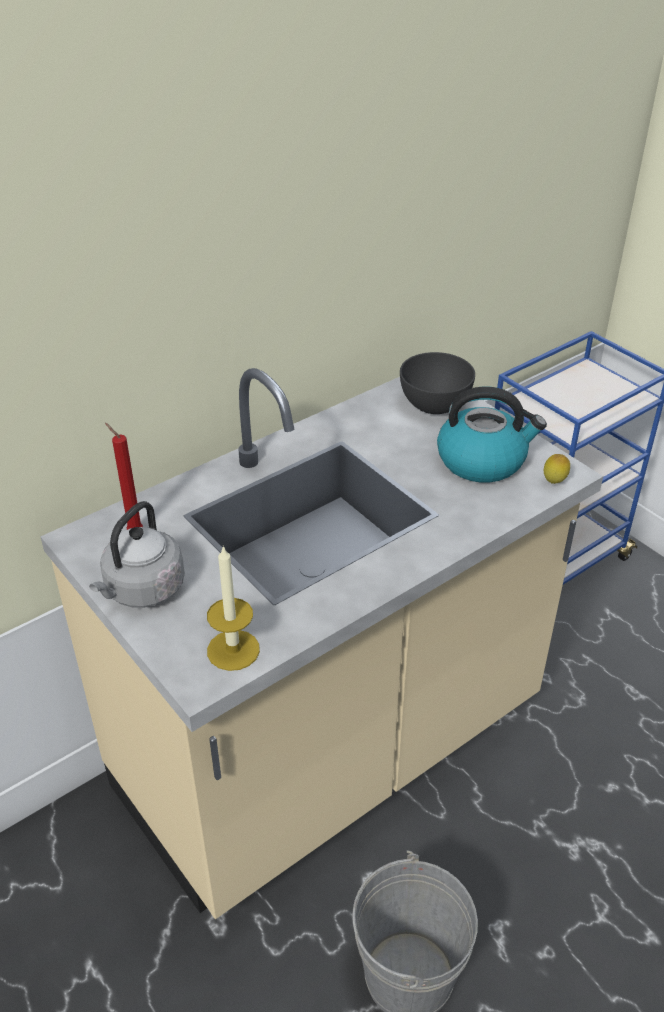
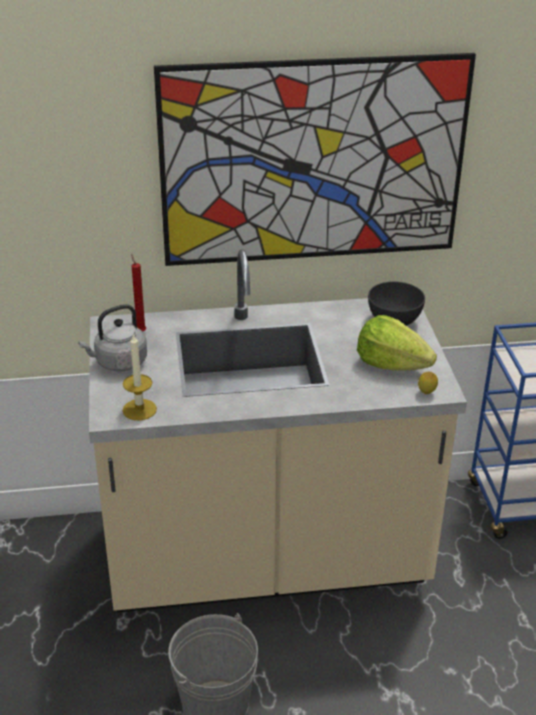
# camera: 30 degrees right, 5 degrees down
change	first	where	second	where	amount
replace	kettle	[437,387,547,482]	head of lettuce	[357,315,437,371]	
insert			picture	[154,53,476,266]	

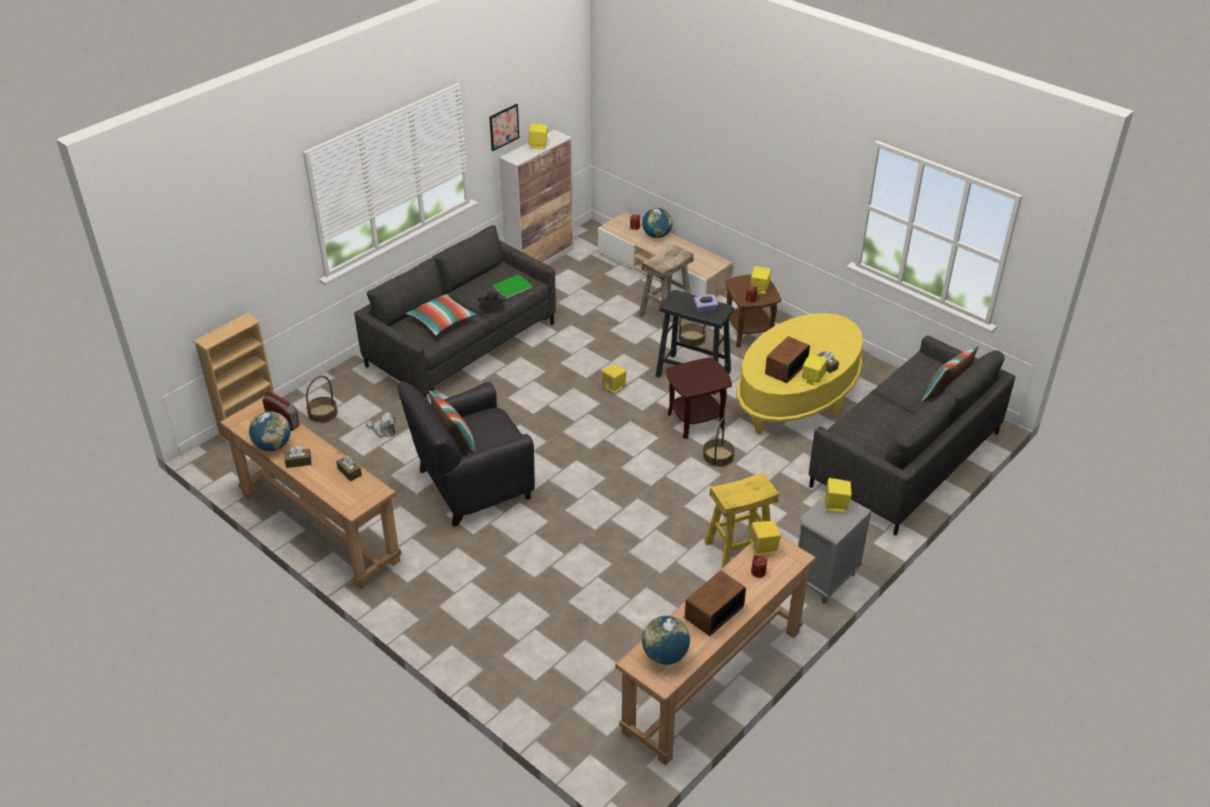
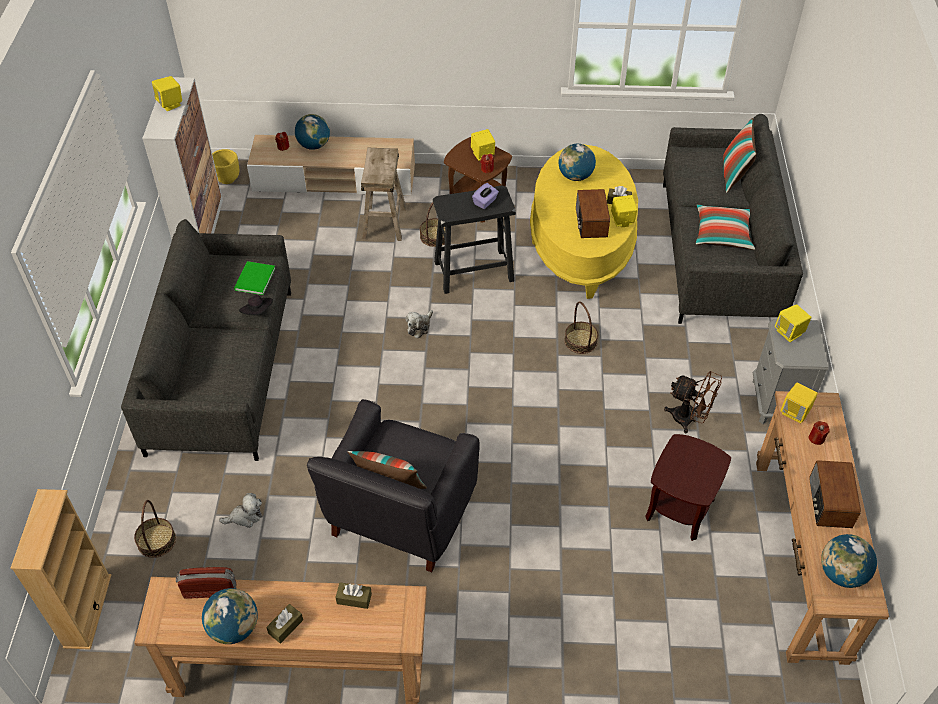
# camera: 40 degrees left, 10 degrees up
change	first	where	second	where	amount
delete	picture	[489,104,519,151]			
move	cushion	[406,294,477,336]		[696,204,755,250]	
move	brown end table	[666,358,732,439]		[645,434,731,541]	
replace	yellow speaker	[601,364,626,394]	cuddly toy	[406,310,433,338]	
replace	yellow stool	[705,472,779,569]	brown electric fan	[664,371,722,434]	
insert			world globe	[559,144,596,181]	
insert			yellow plant pot	[212,149,239,184]	

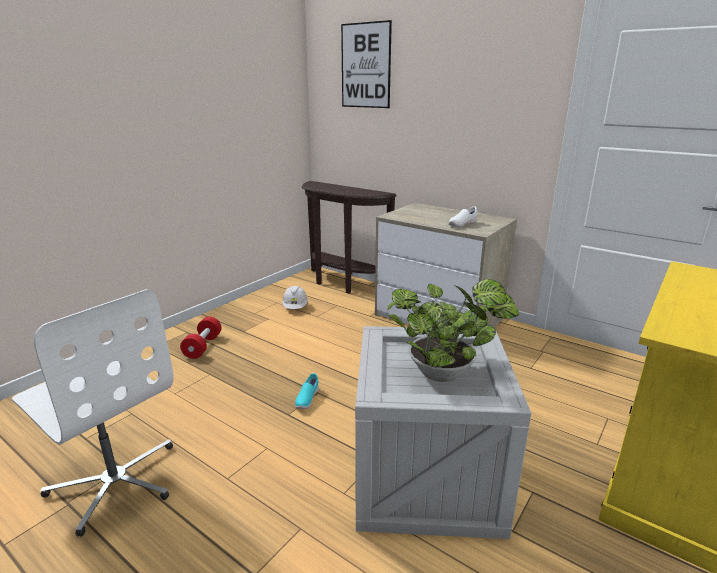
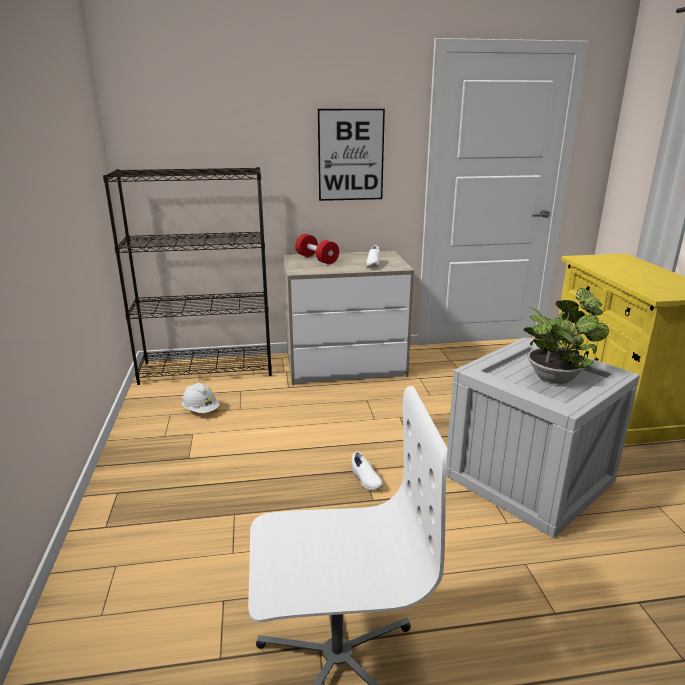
# camera: 45 degrees left, 0 degrees up
change	first	where	second	where	amount
move	picture	[341,20,392,108]		[318,109,385,201]	
replace	brown console table	[302,181,397,293]	black bookcase	[103,167,272,385]	
move	red hand weight	[180,317,222,359]		[295,234,339,264]	
recolor	blue-green item of footwear	[295,373,319,409]	whitish item of footwear	[352,451,383,491]	

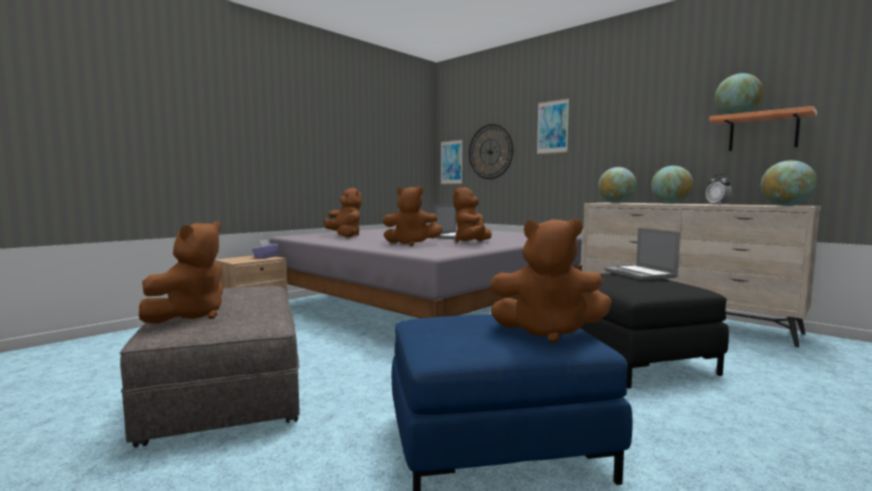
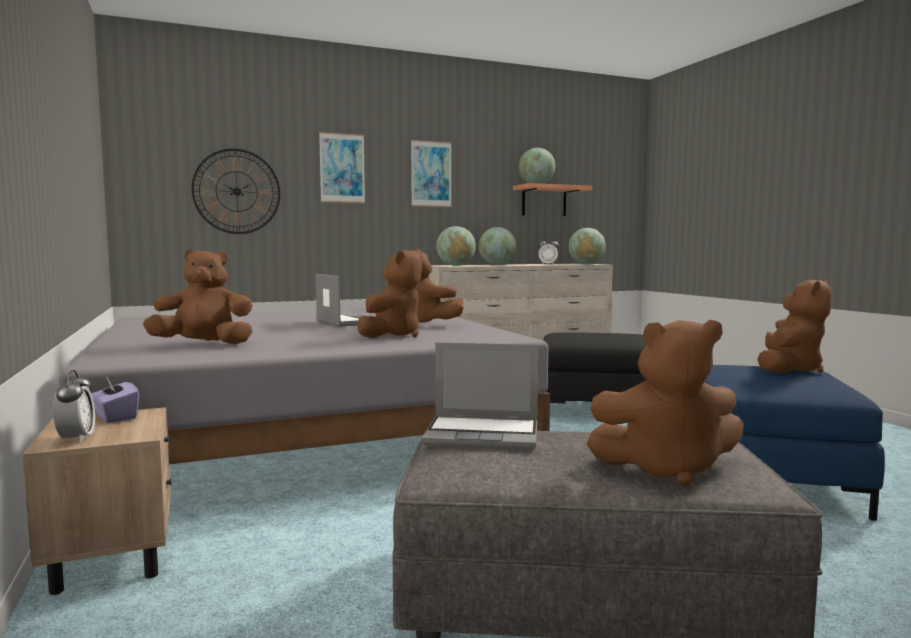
# camera: 65 degrees left, 0 degrees up
change	first	where	second	where	amount
move	picture	[441,140,463,184]		[411,140,451,207]	
rotate	brown cuddly toy	[139,221,223,324]		[587,320,744,486]	135 degrees clockwise
move	notebook computer	[604,228,680,280]		[421,342,538,450]	
insert			bedside clock	[53,370,95,443]	

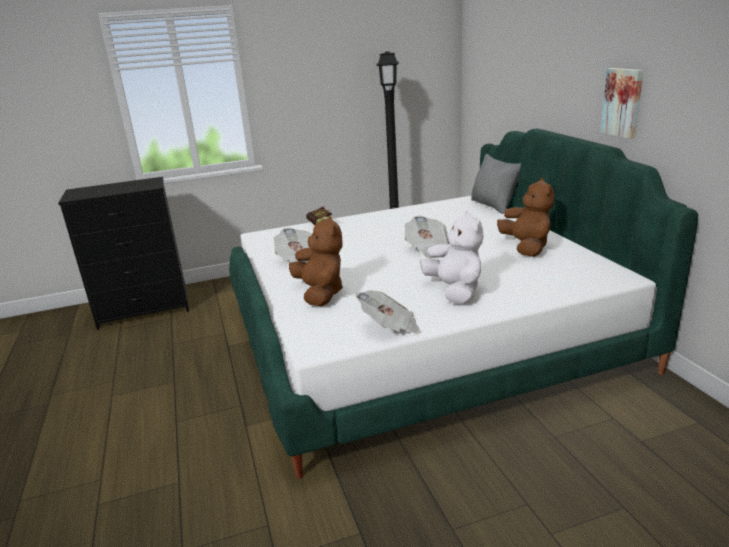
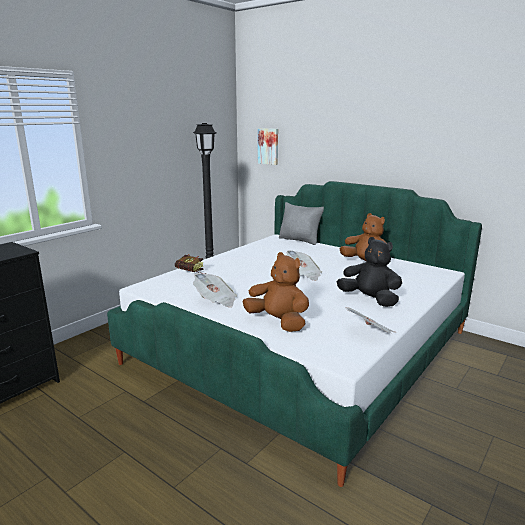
# camera: 35 degrees left, 5 degrees down
change	first	where	second	where	amount
move	picture	[601,68,644,139]		[258,128,278,165]	
recolor	whitish cuddly toy	[420,211,484,304]	black cuddly toy	[337,237,402,307]	

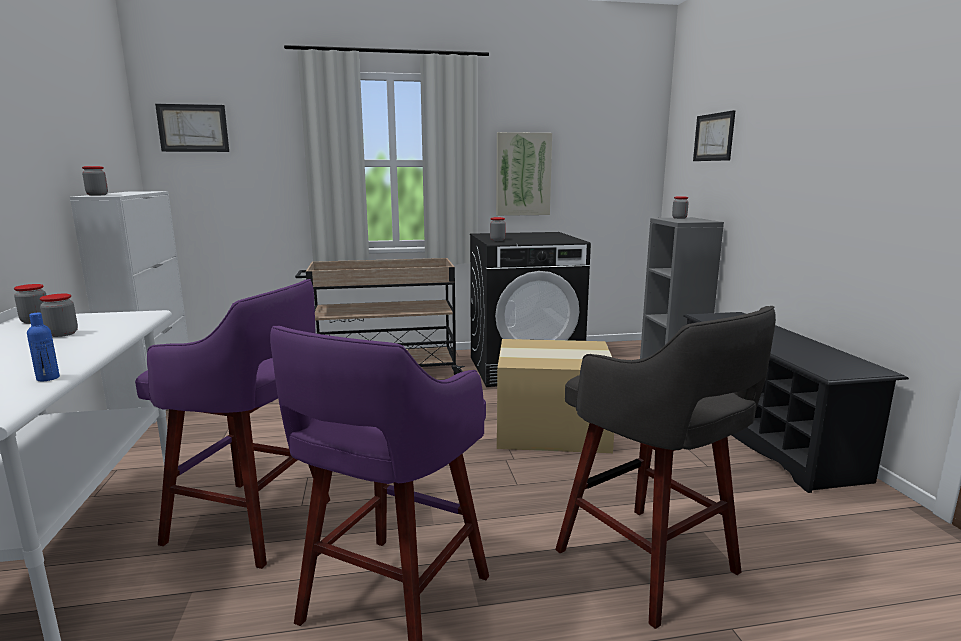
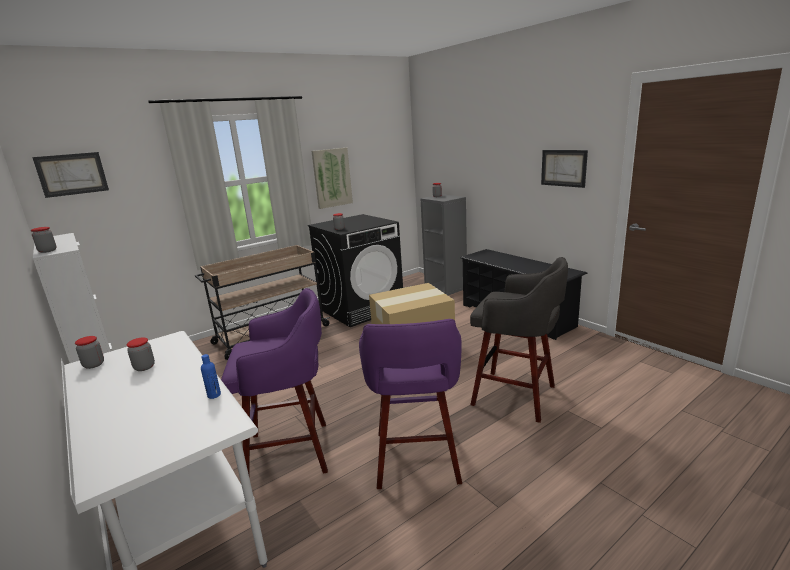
# camera: 25 degrees left, 5 degrees up
change	first	where	second	where	amount
move	picture	[693,110,736,161]		[541,150,588,188]	

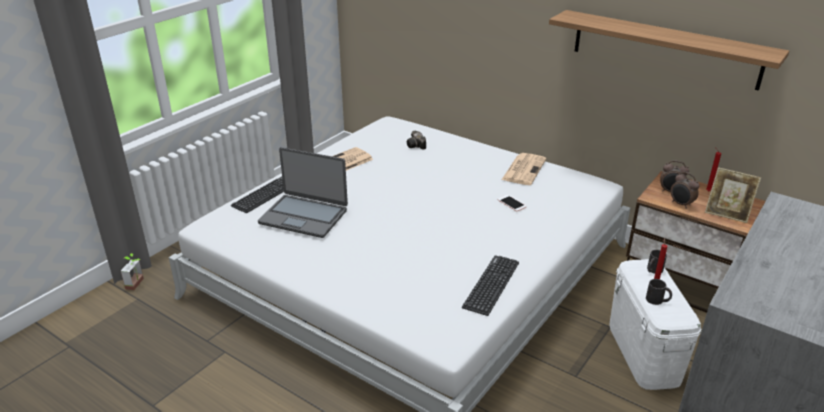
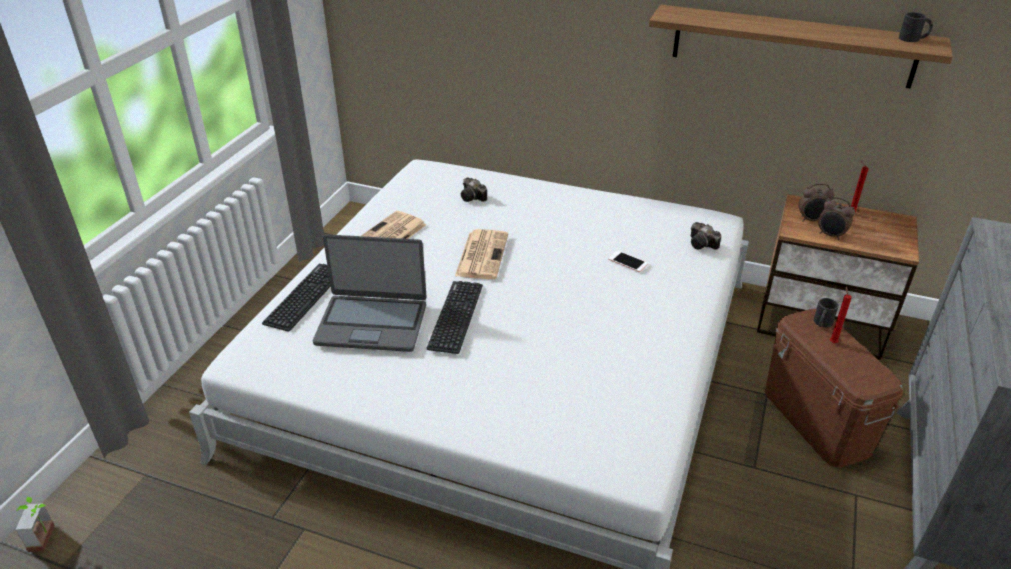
# camera: 15 degrees left, 5 degrees up
change	first	where	second	where	amount
move	printed paper	[502,153,546,185]		[455,229,508,279]	
delete	picture frame	[705,167,761,223]			
move	houseplant	[121,253,144,290]		[16,497,55,552]	
move	keyboard	[462,255,519,316]		[427,281,483,354]	
recolor	whitish storage bin	[609,259,702,390]	brown storage bin	[765,309,903,468]	
move	black mug	[646,279,672,305]		[899,12,933,42]	
insert			still camera	[691,222,721,250]	

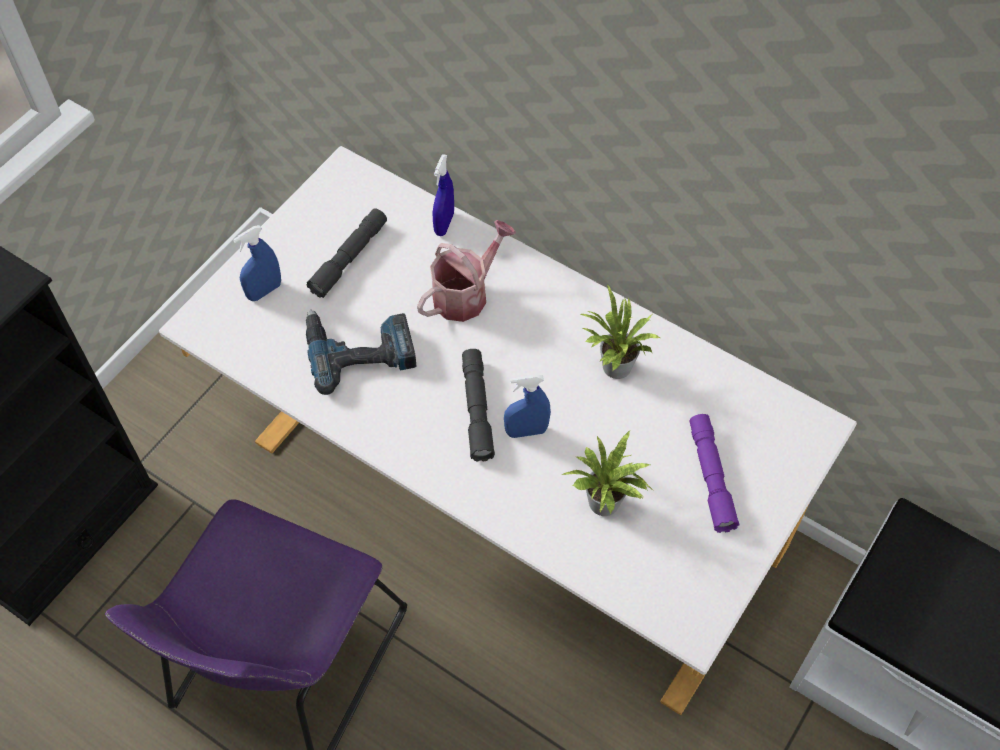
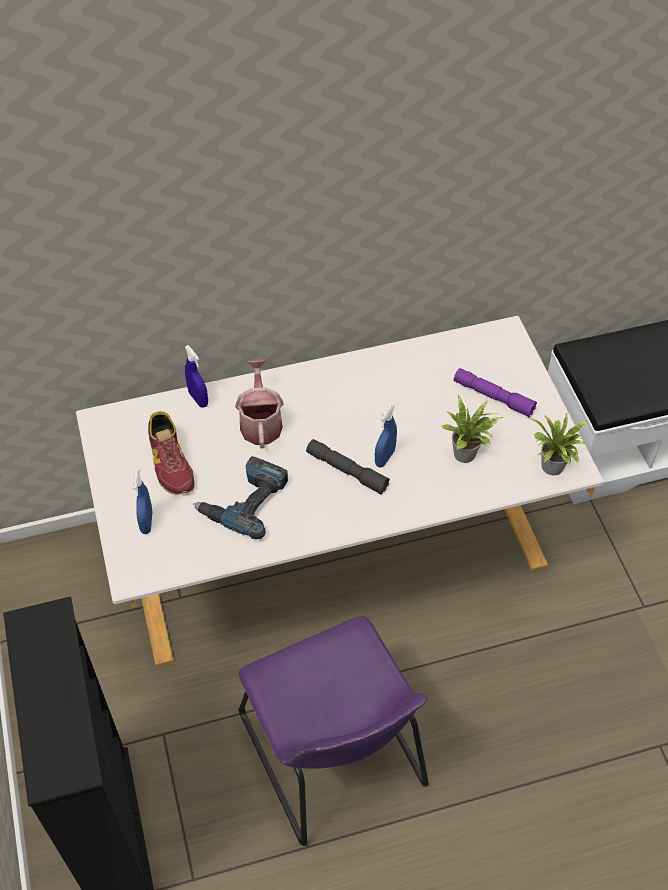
# camera: 50 degrees left, 5 degrees down
change	first	where	second	where	amount
replace	gray flashlight	[307,208,387,298]	item of footwear	[148,411,195,495]	
move	houseplant	[580,284,660,379]		[529,413,589,475]	

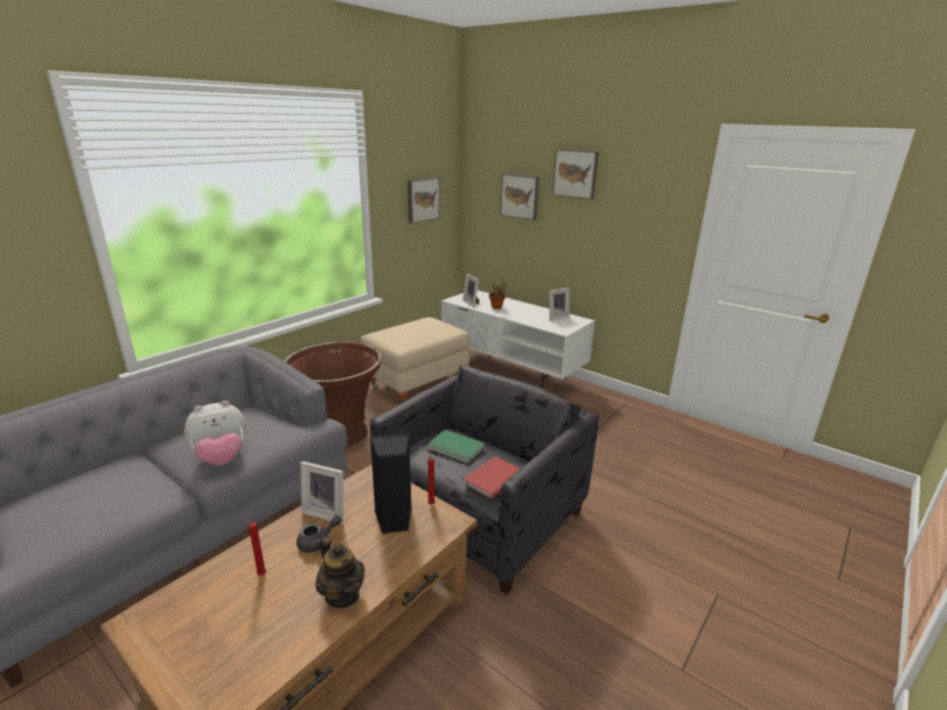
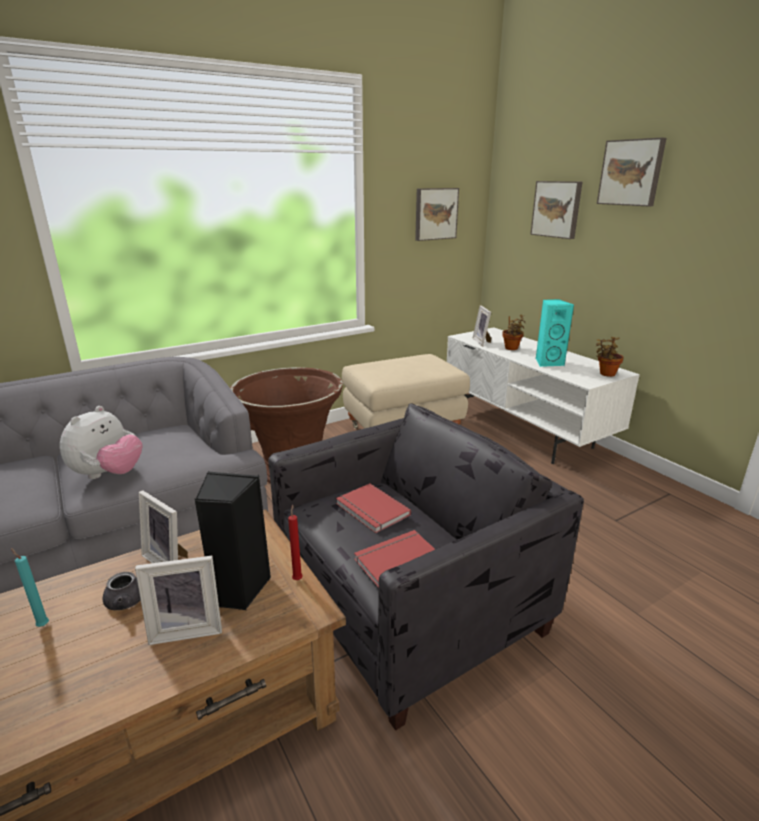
# camera: 20 degrees right, 0 degrees up
change	first	where	second	where	amount
move	picture frame	[549,287,569,321]		[135,556,222,645]	
rotate	cuddly toy	[184,401,246,466]		[60,406,142,479]	60 degrees counterclockwise
recolor	green-coloured book	[427,430,485,464]	red book	[336,483,411,533]	
recolor	red wax light	[244,518,266,576]	blue-green wax light	[11,548,49,627]	
delete	tea pot	[315,537,365,608]			
insert			blue-green speaker	[536,299,574,367]	
insert			houseplant	[596,337,624,377]	

